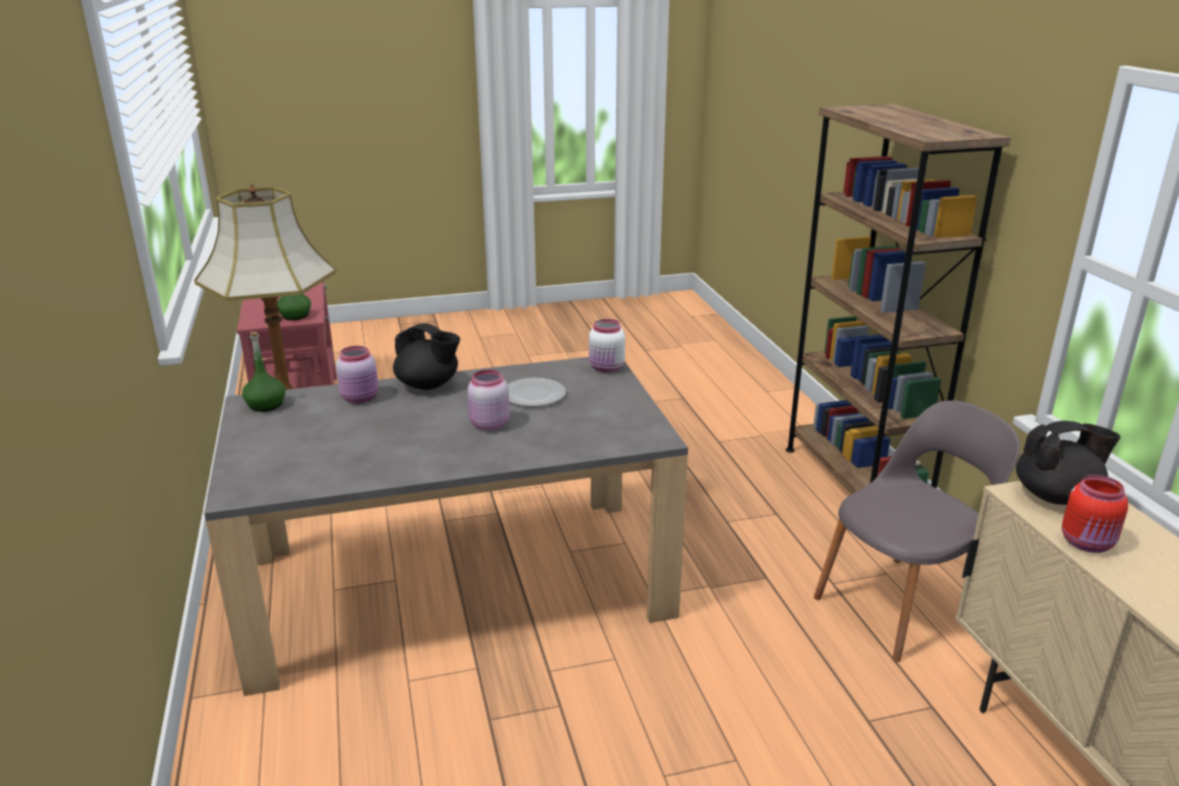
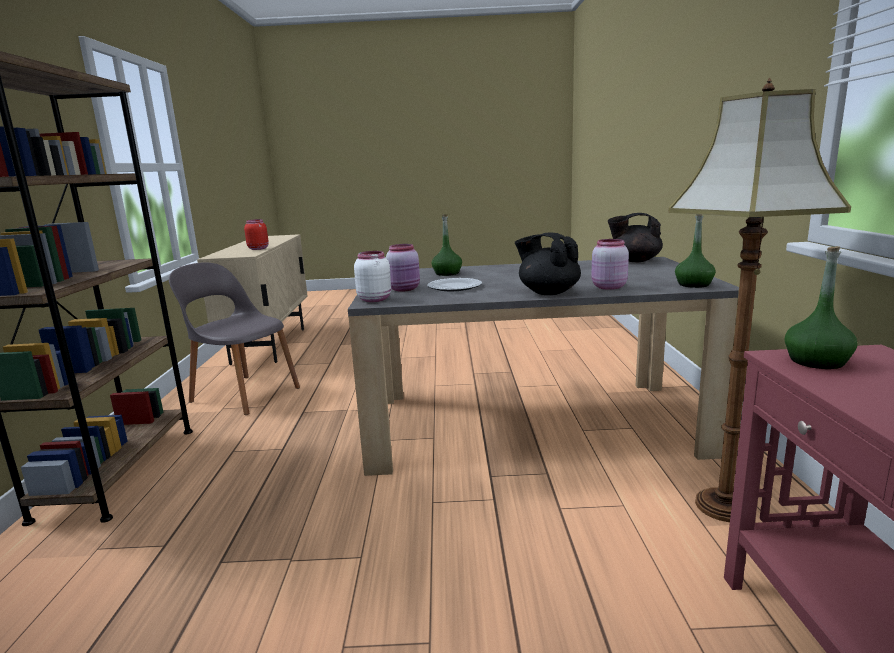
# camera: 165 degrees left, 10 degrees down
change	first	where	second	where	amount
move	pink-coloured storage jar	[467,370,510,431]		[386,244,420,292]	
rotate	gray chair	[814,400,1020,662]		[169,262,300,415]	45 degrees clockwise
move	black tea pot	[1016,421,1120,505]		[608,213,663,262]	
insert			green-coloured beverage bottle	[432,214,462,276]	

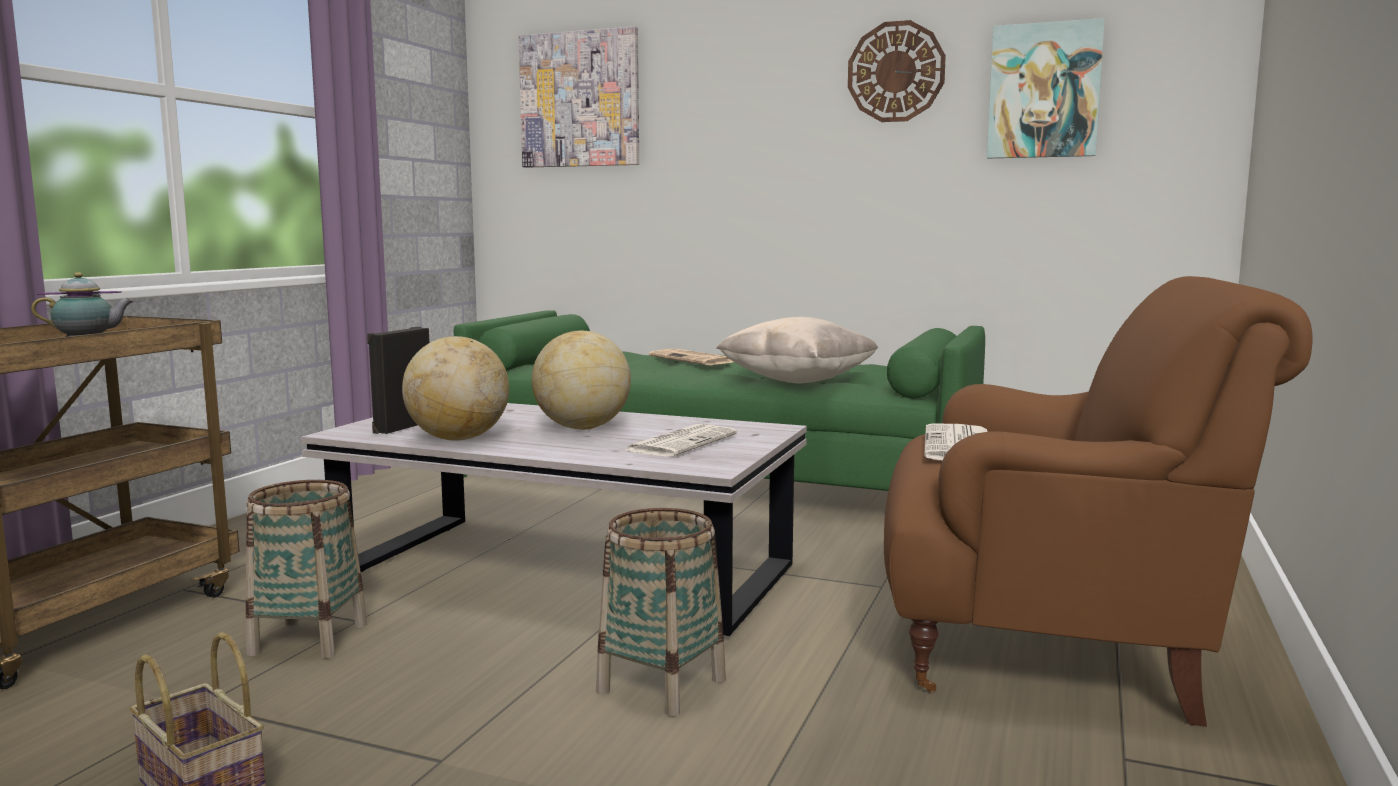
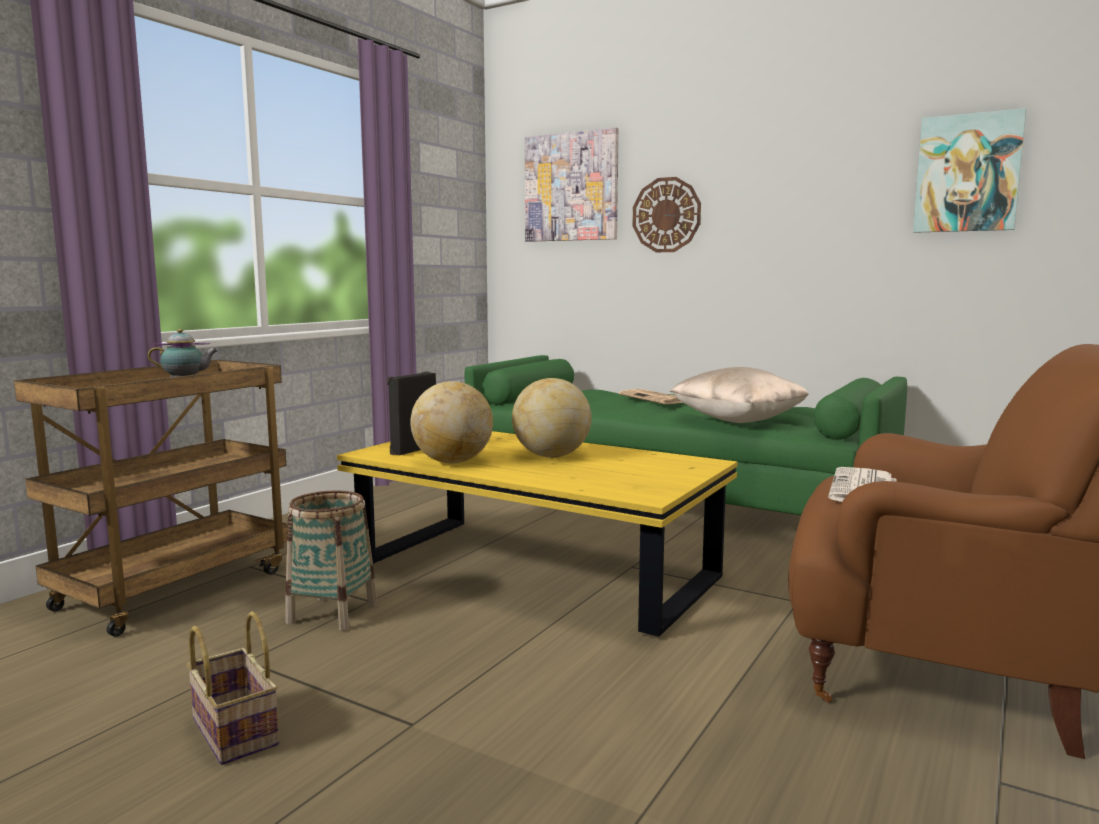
# camera: 10 degrees right, 0 degrees up
change	first	where	second	where	amount
move	clock on the wall	[848,20,946,122]		[633,177,701,252]	
recolor	whitish low table	[301,403,807,636]	yellow low table	[337,431,738,637]	
delete	printed paper	[626,424,737,457]			
delete	storage basket	[596,508,726,717]			

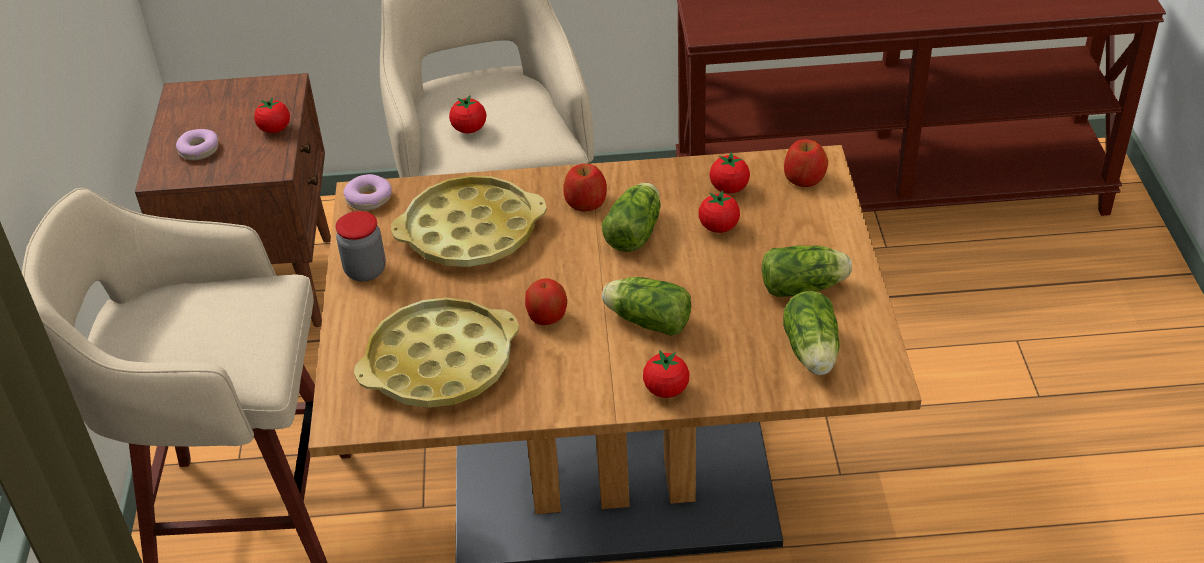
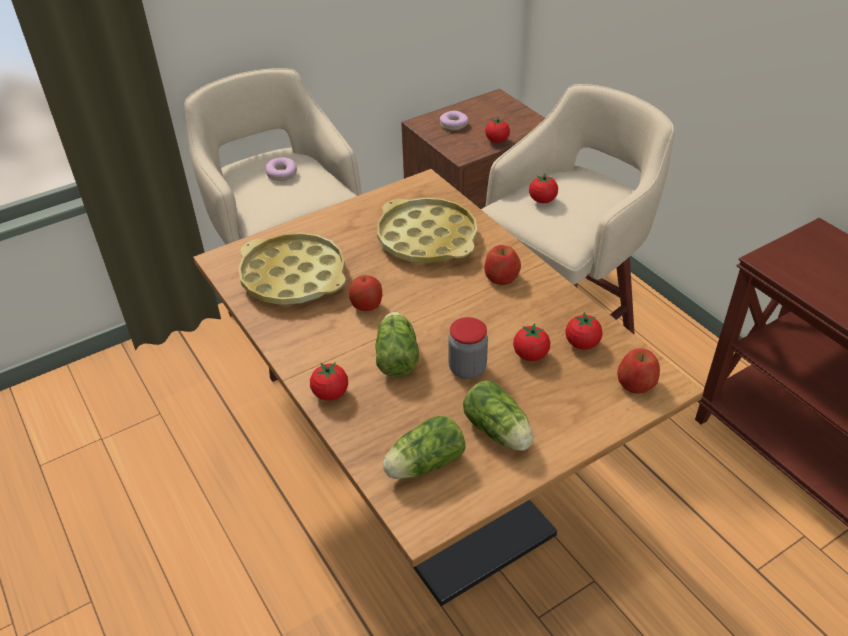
# camera: 60 degrees right, 0 degrees up
change	first	where	second	where	amount
move	doughnut	[343,174,392,211]		[266,157,297,181]	
delete	head of lettuce	[602,183,661,252]			
move	storage jar	[335,211,386,282]		[448,317,488,379]	

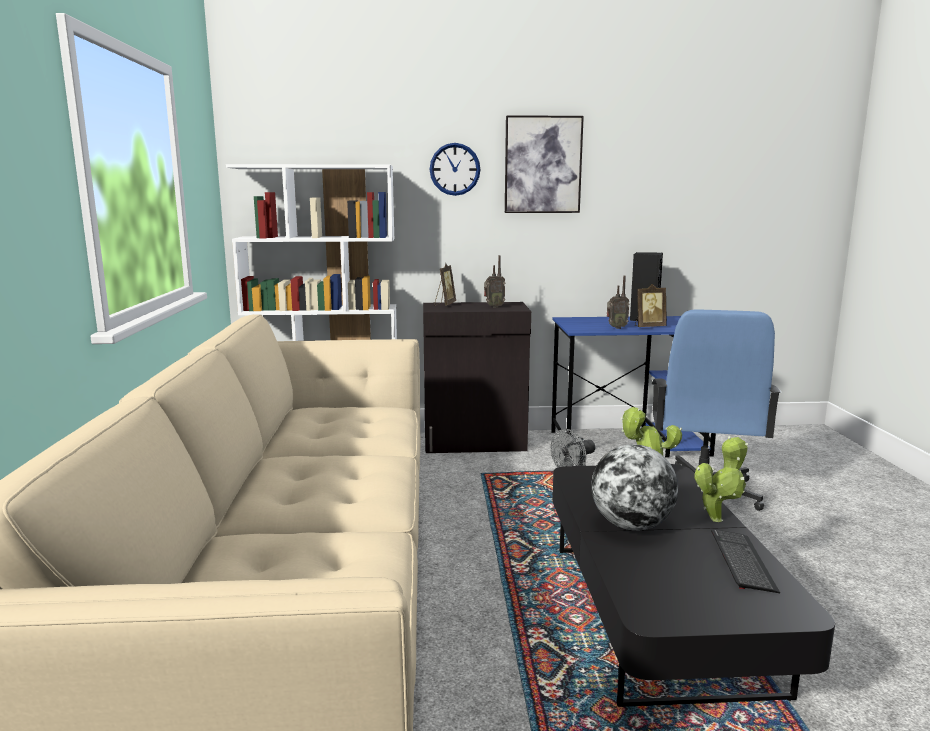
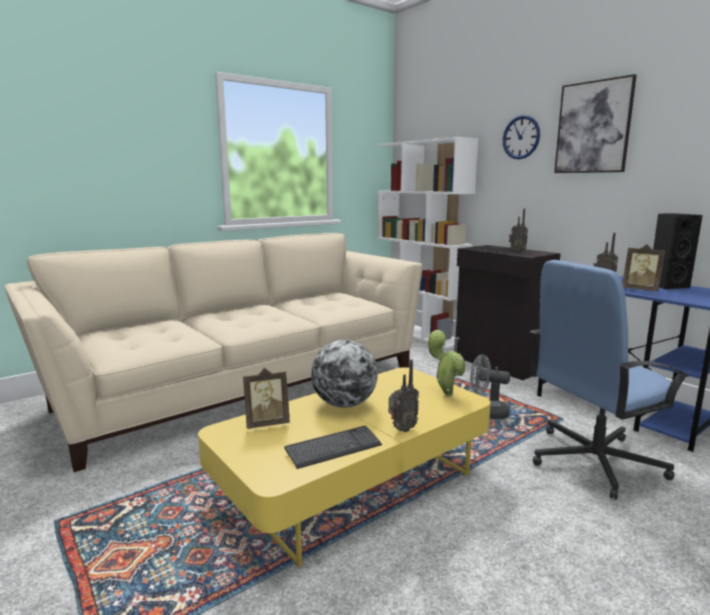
# camera: 55 degrees right, 0 degrees up
change	first	where	second	where	amount
move	picture frame	[434,263,456,306]		[243,368,290,429]	
replace	houseplant	[694,436,748,522]	radio set	[389,359,419,432]	
recolor	black low table	[552,464,835,707]	yellow low table	[198,367,491,567]	

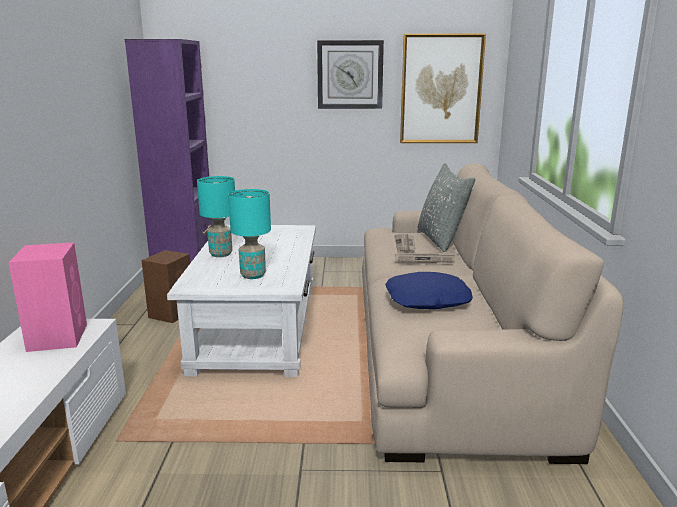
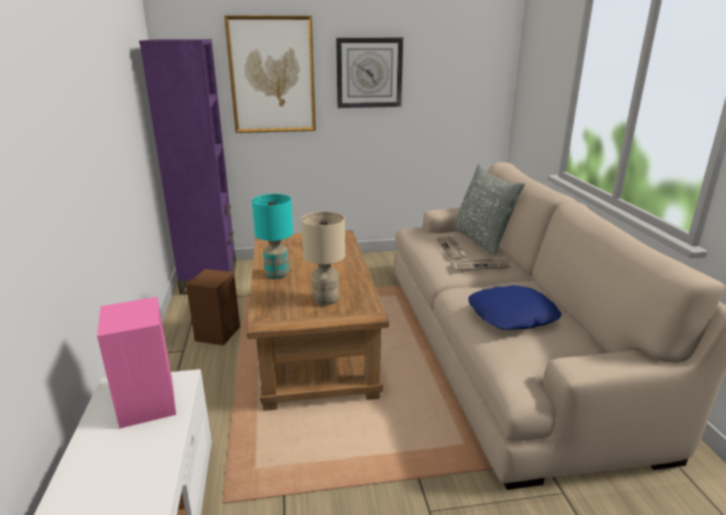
# camera: 10 degrees left, 5 degrees up
change	first	where	second	where	amount
move	picture	[400,34,486,143]		[224,15,316,133]	
recolor	blue-green table lamp	[228,189,271,279]	beige-coloured table lamp	[301,211,345,305]	
recolor	whitish low table	[167,225,316,377]	brown low table	[247,230,389,411]	

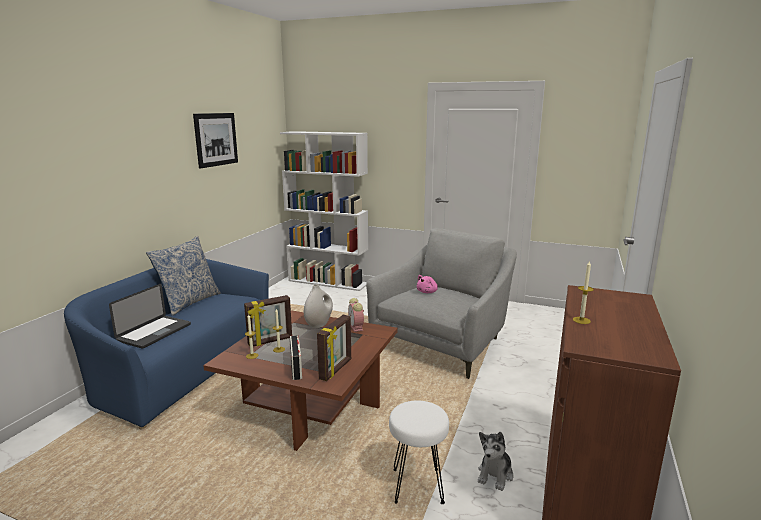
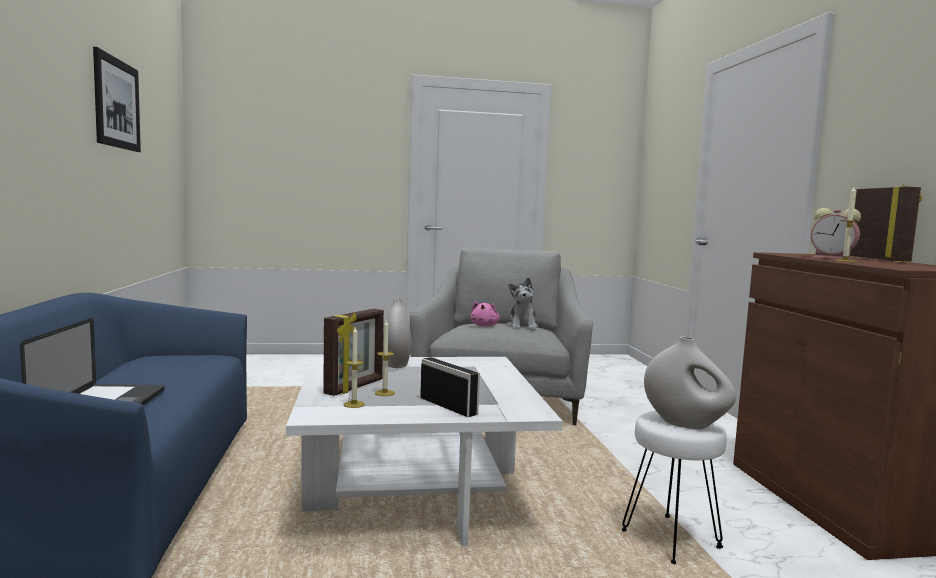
# camera: 30 degrees left, 10 degrees down
change	first	where	second	where	amount
delete	whitish bookcase	[280,131,368,291]			
delete	cushion	[146,236,221,316]			
move	bedside clock	[348,298,364,332]		[810,208,861,260]	
recolor	brown low table	[203,310,398,451]	whitish low table	[286,357,563,547]	
move	picture frame	[317,315,351,381]		[850,185,922,262]	
move	cuddly toy	[478,432,513,491]		[507,277,538,330]	
insert			whitish decorative vase	[644,336,736,429]	

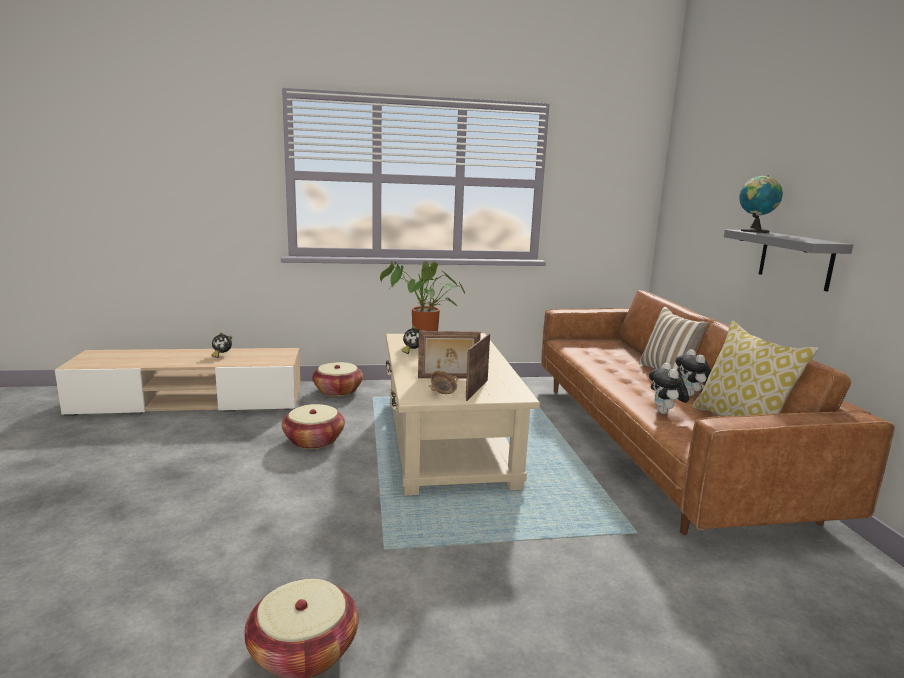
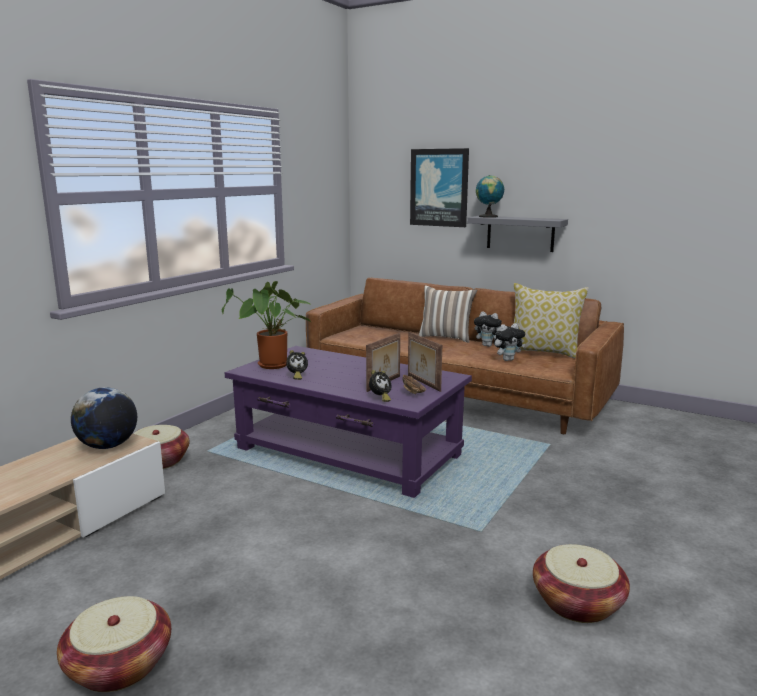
# camera: 50 degrees left, 0 degrees up
change	first	where	second	where	amount
move	bedside clock	[211,332,232,358]		[369,370,391,402]	
recolor	beige-coloured low table	[386,333,540,495]	purple low table	[225,346,472,498]	
rotate	cuddly toy	[649,363,689,414]		[494,323,525,361]	60 degrees counterclockwise
move	storage basket	[282,404,345,449]		[57,596,171,692]	
insert			picture	[410,148,469,227]	
insert			world globe	[71,387,137,449]	

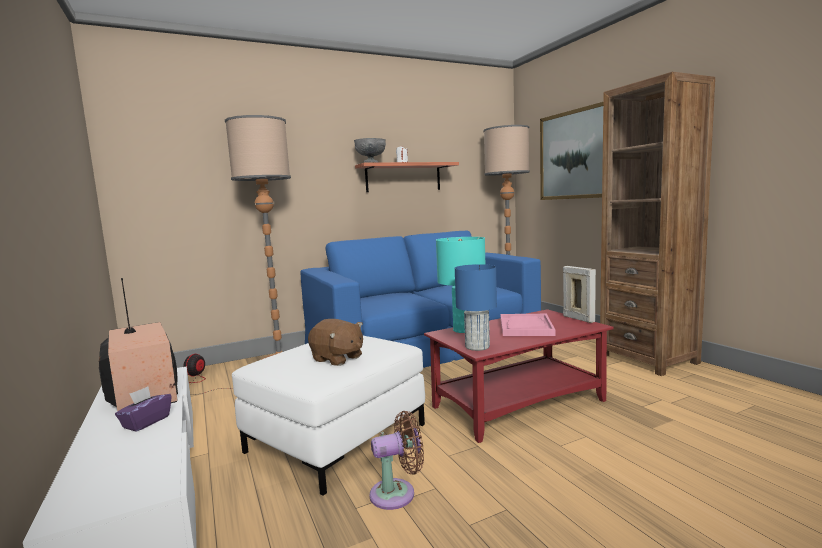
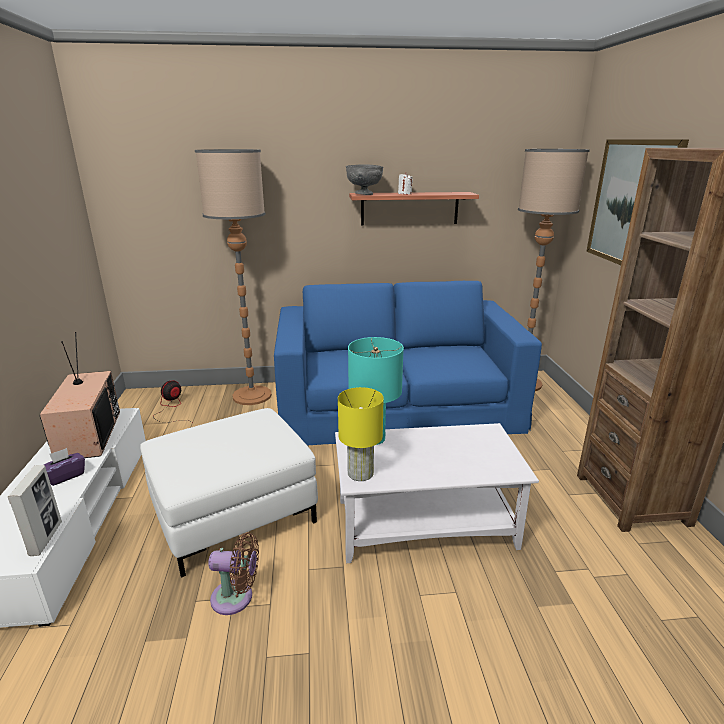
# camera: 20 degrees right, 15 degrees up
change	first	where	second	where	amount
recolor	blue table lamp	[455,264,497,351]	yellow table lamp	[338,387,384,481]	
move	picture frame	[563,266,596,323]		[8,465,62,556]	
recolor	red low table	[424,309,614,443]	whitish low table	[335,423,539,563]	
delete	pink-coloured tray	[500,314,555,336]			
delete	brown cuddly toy	[308,319,363,366]			

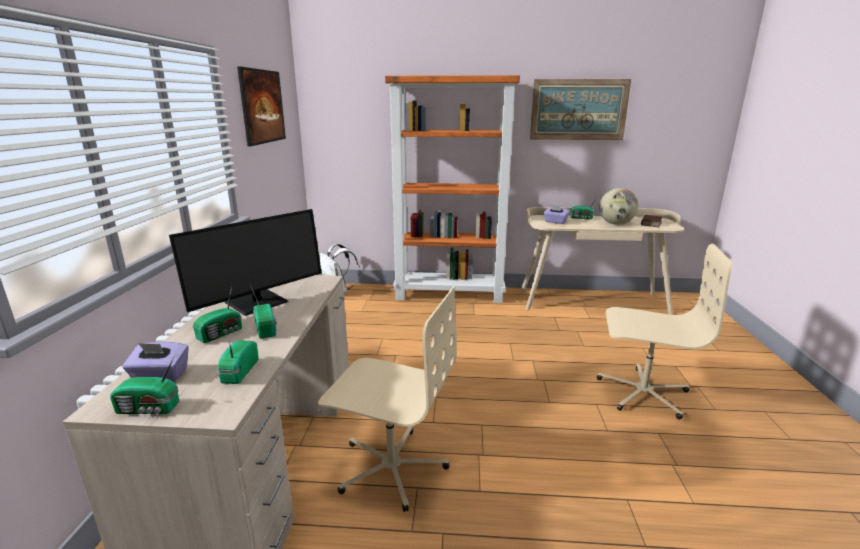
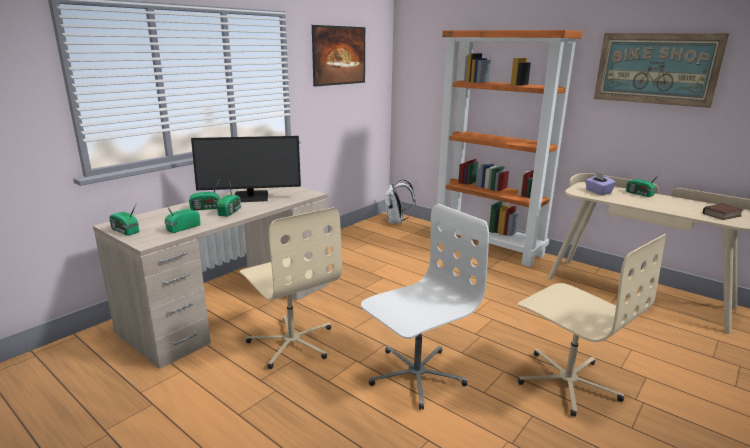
# camera: 35 degrees right, 0 degrees up
change	first	where	second	where	amount
delete	world globe	[599,188,638,225]			
delete	purple box of tissues	[122,342,189,382]			
insert			whitish desk chair	[361,204,489,410]	

